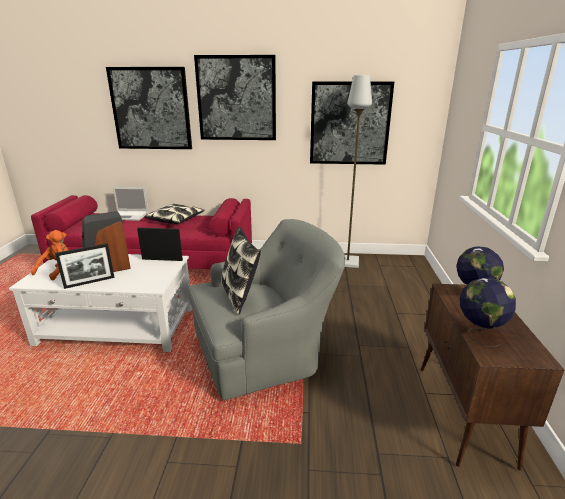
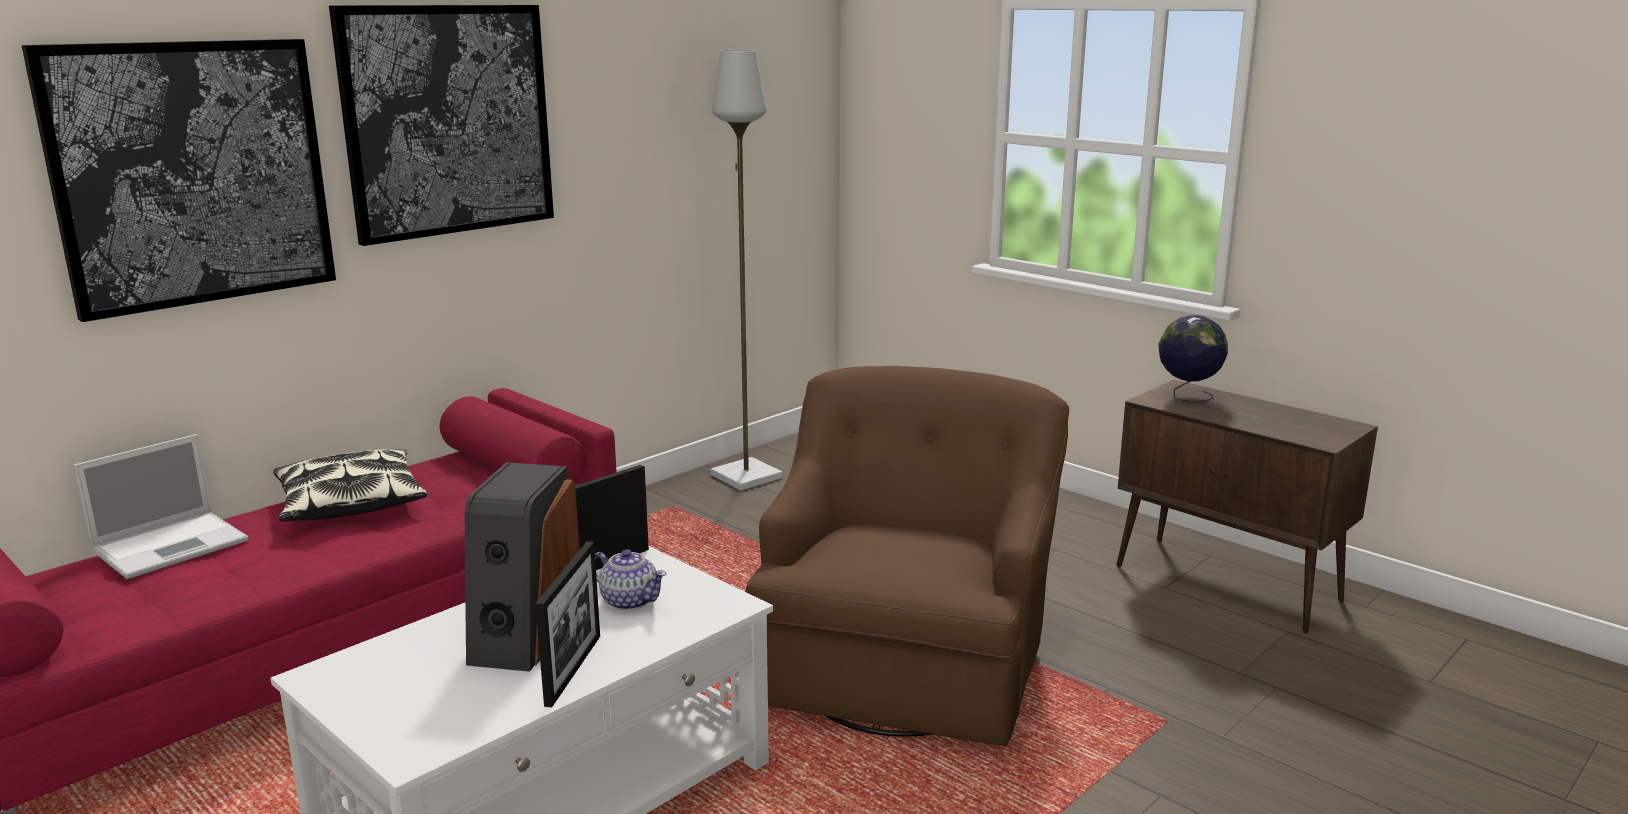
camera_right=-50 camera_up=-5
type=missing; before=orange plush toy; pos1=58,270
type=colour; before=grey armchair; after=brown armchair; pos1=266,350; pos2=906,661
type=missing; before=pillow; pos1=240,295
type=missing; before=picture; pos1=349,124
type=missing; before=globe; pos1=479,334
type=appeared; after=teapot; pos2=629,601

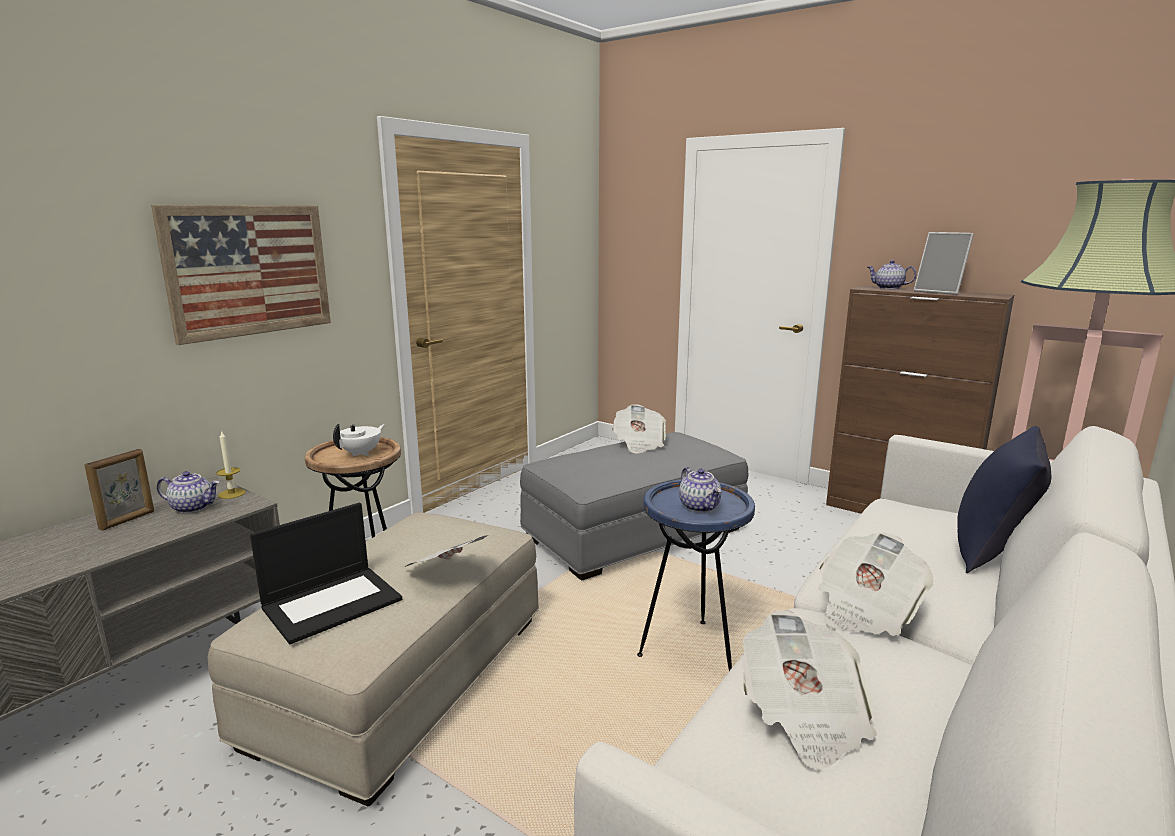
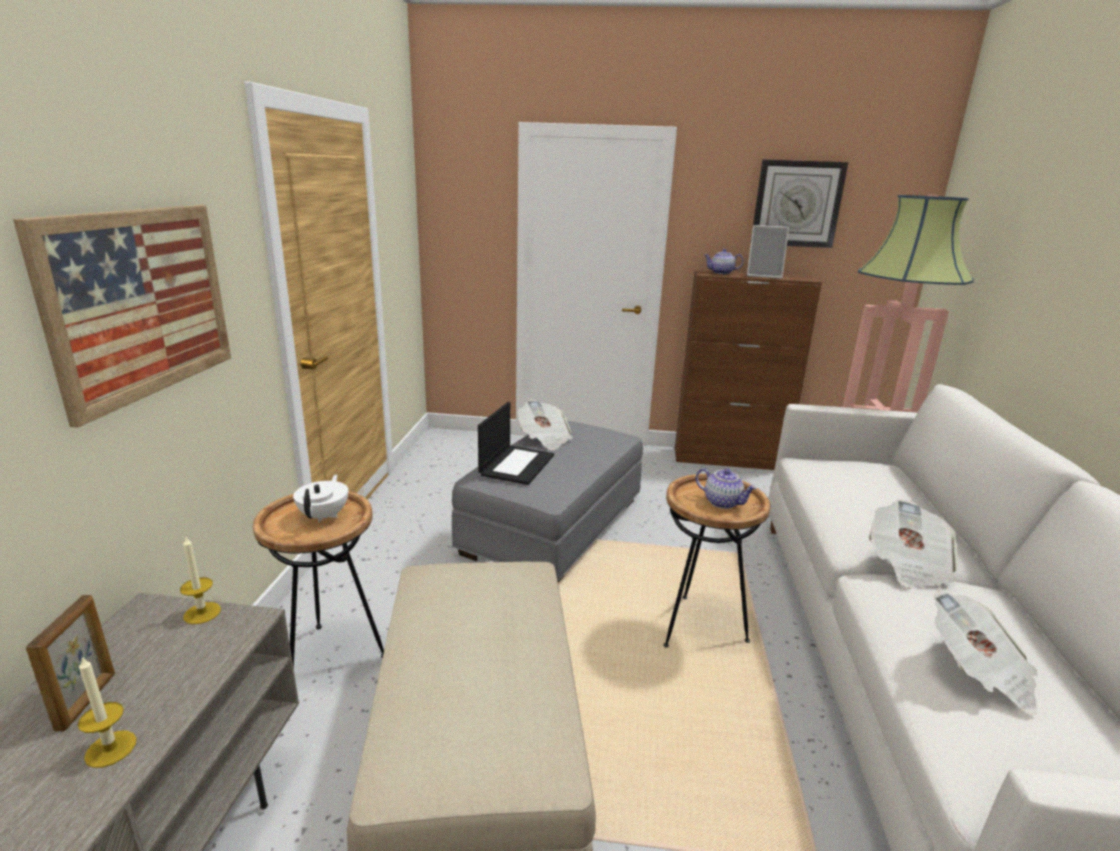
camera_right=-30 camera_up=5
type=missing; before=teapot; pos1=193,507
type=relocated; before=laptop; pos1=333,602; pos2=516,464
type=missing; before=newspaper; pos1=446,572
type=colour; before=blue side table; after=brown side table; pos1=691,652; pos2=699,628
type=missing; before=blue pillow; pos1=991,551
type=appeared; after=candle; pos2=111,749
type=appeared; after=wall clock; pos2=797,204

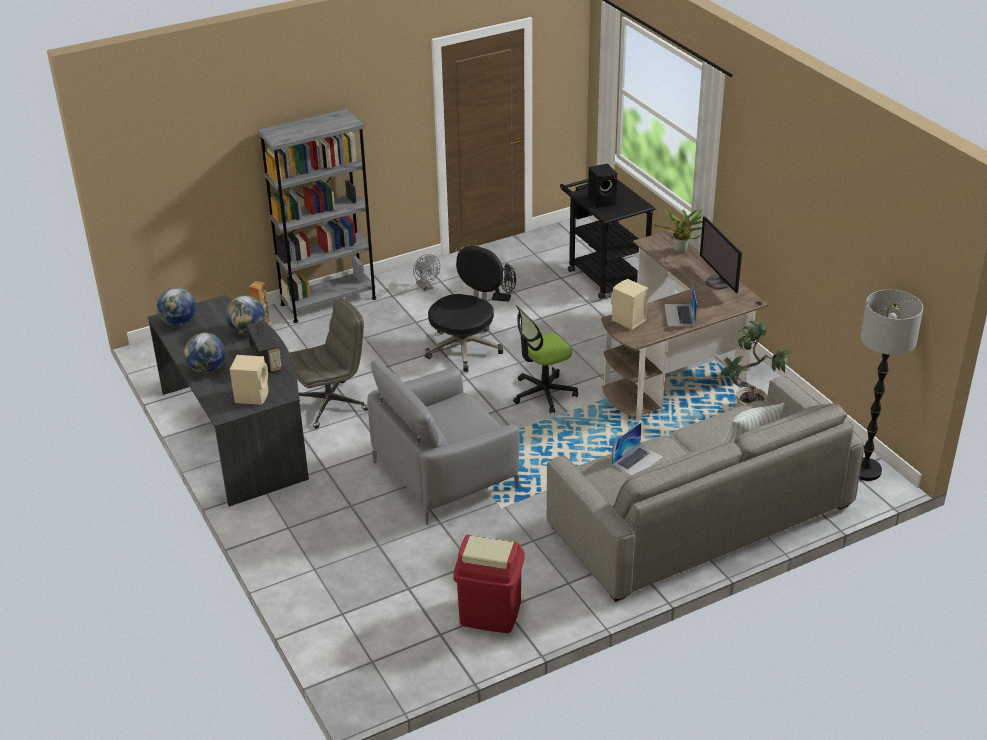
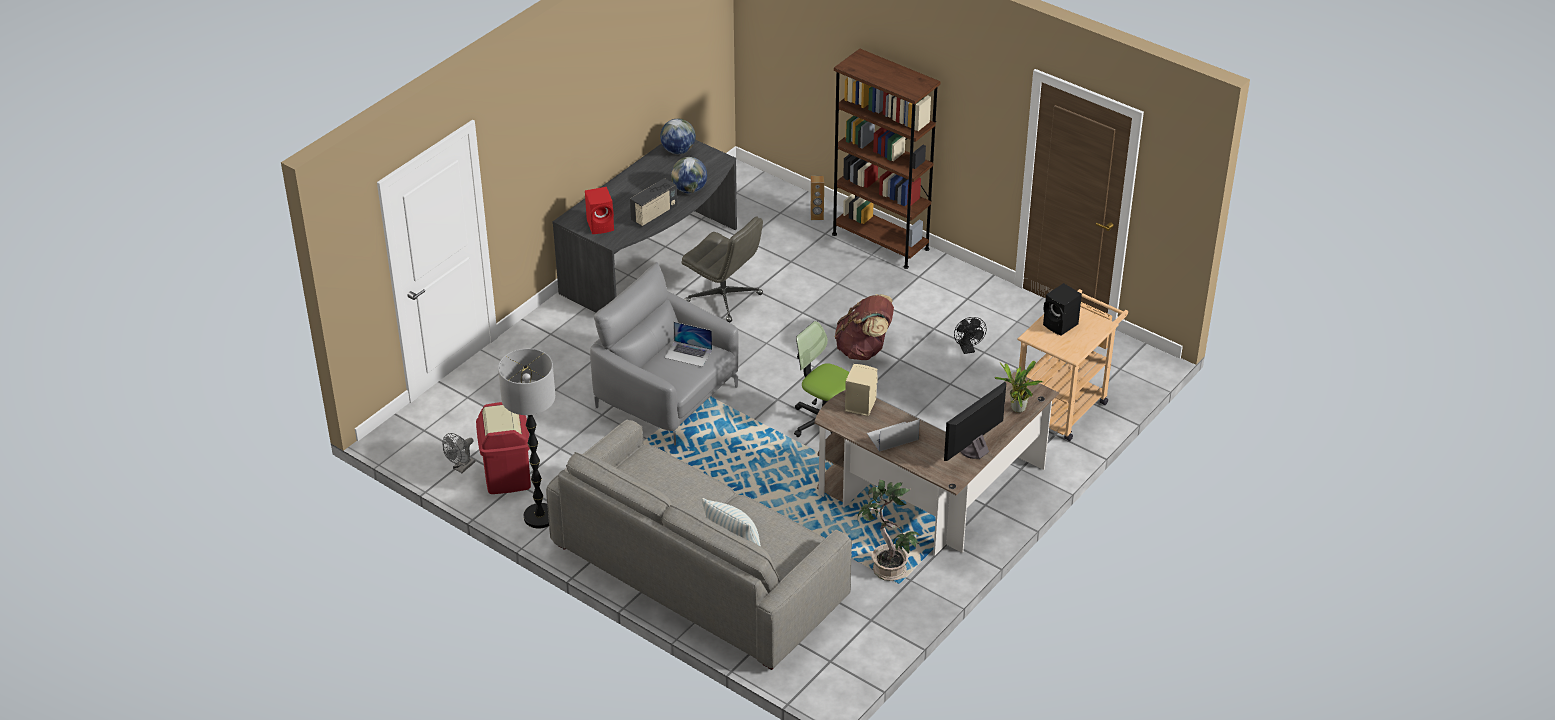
camera_right=65 camera_up=5
type=missing; before=globe; pos1=207,369
type=colour; before=beige speaker; after=red speaker; pos1=252,396; pos2=601,225
type=colour; before=grey bookcase; after=brown bookcase; pos1=328,301; pos2=880,241
type=relocated; before=grey fan; pos1=426,287; pos2=462,468
type=exchanged; before=black office chair; after=brown backpack; pos1=465,348; pos2=864,350
type=colour; before=black cart; after=beige cart; pos1=603,274; pos2=1065,404
type=relocated; before=laptop; pos1=637,460; pos2=688,353
type=relocated; before=floor lamp; pos1=865,470; pos2=539,517

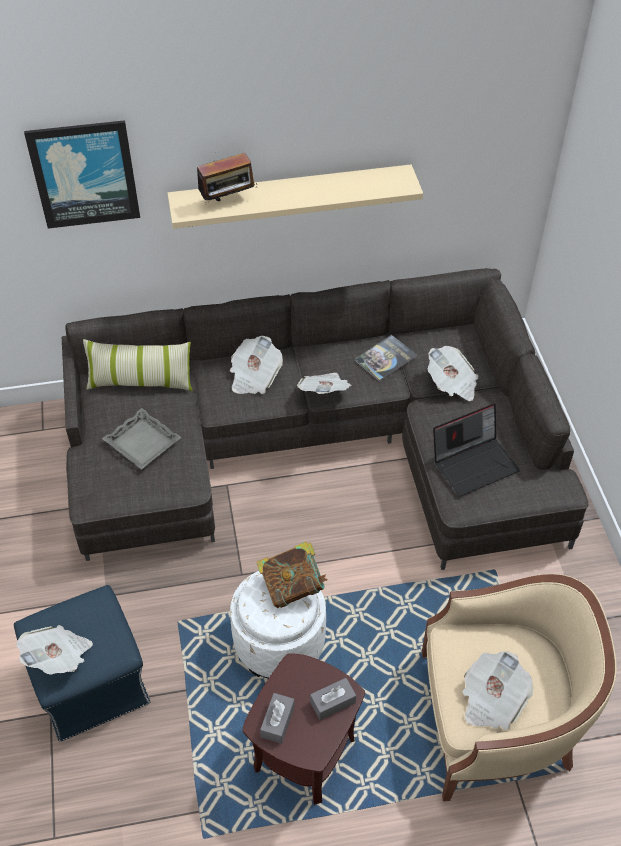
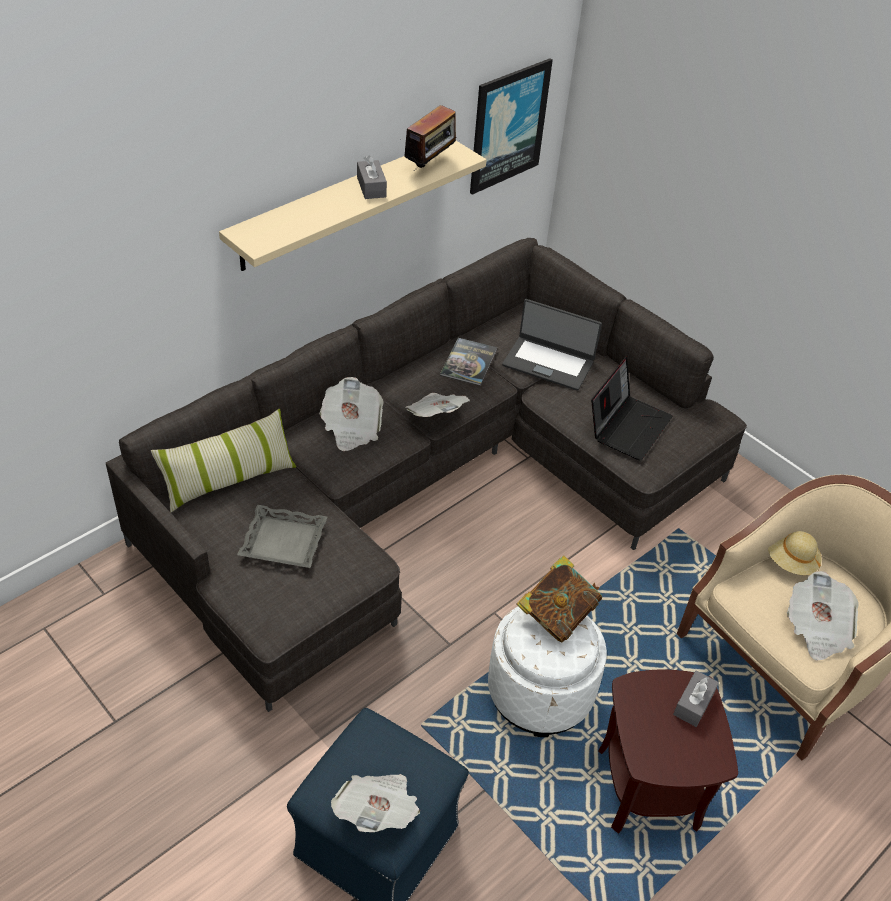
camera_right=-35 camera_up=-5
type=relocated; before=picture; pos1=84,174; pos2=508,126
type=relocated; before=radio; pos1=228,201; pos2=430,165
type=relocated; before=grey tissue box; pos1=277,721; pos2=371,187
type=exchanged; before=newspaper; after=laptop; pos1=452,384; pos2=548,363
type=appeared; after=beige hat; pos2=790,561

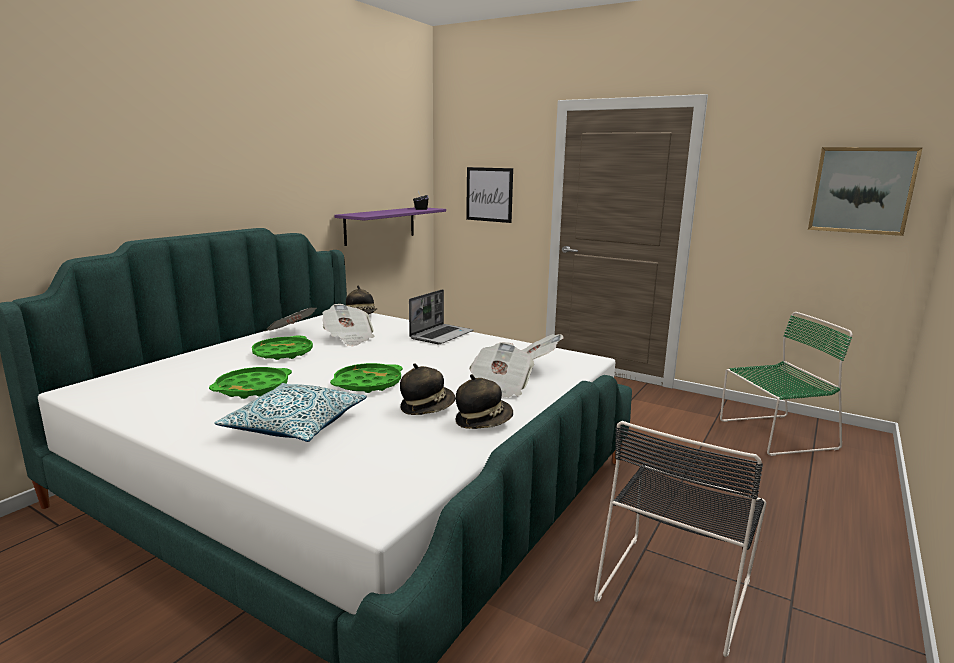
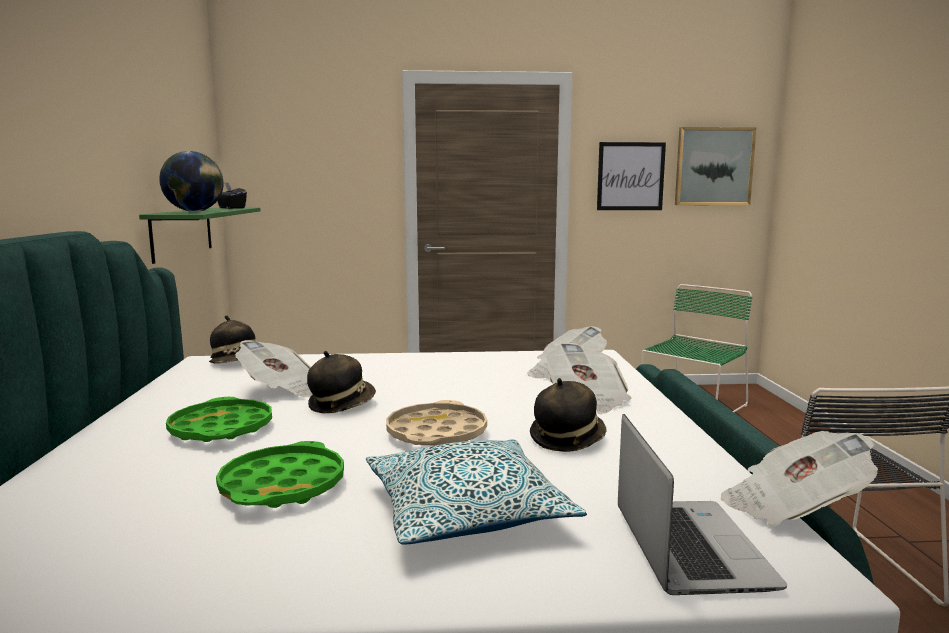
camera_right=-35 camera_up=-5
type=relocated; before=newspaper; pos1=291,333; pos2=792,508
type=colour; before=green tray; after=beige tray; pos1=367,383; pos2=436,433
type=colour; before=purple shelf; after=green shelf; pos1=380,225; pos2=182,232
type=relocated; before=laptop; pos1=441,335; pos2=687,547
type=relocated; before=hat; pos1=483,421; pos2=341,404
type=relocated; before=picture; pos1=489,194; pos2=630,176
type=appeared; after=globe; pos2=194,211

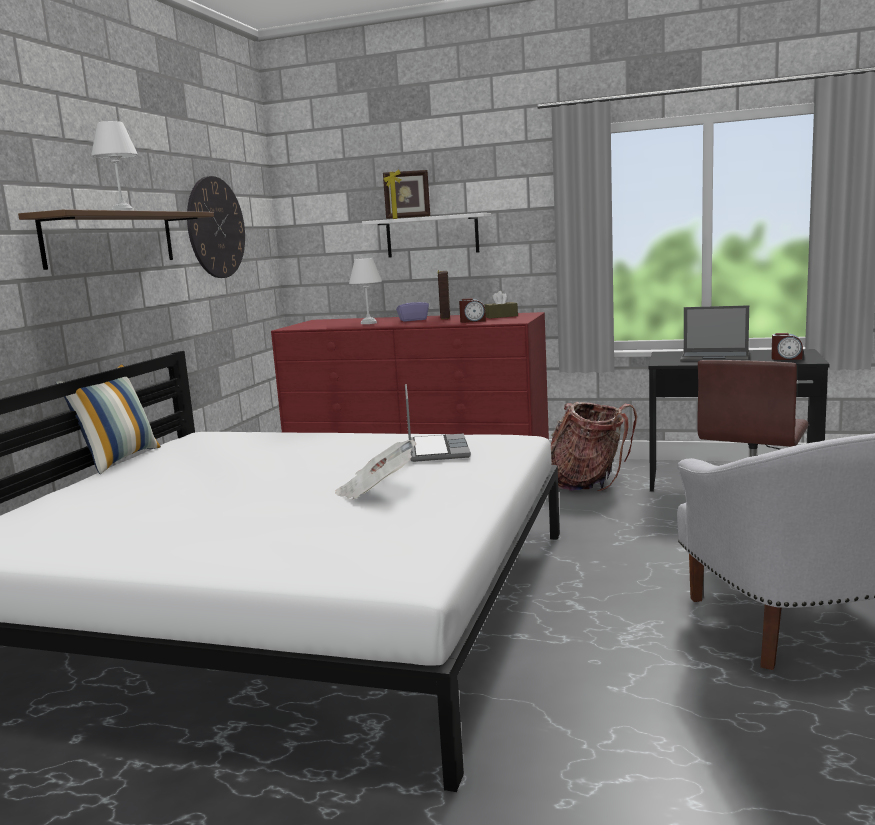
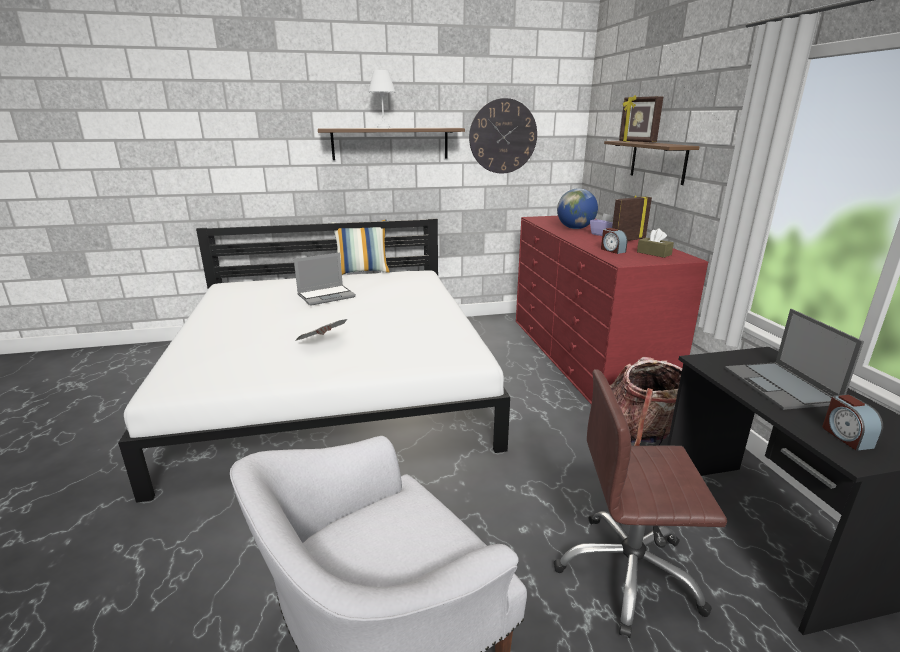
camera_right=60 camera_up=10
type=exchanged; before=white table lamp; after=globe; pos1=369,323; pos2=575,228
type=colour; before=white shelf; after=brown shelf; pos1=432,236; pos2=658,161
type=relocated; before=laptop; pos1=436,449; pos2=327,296

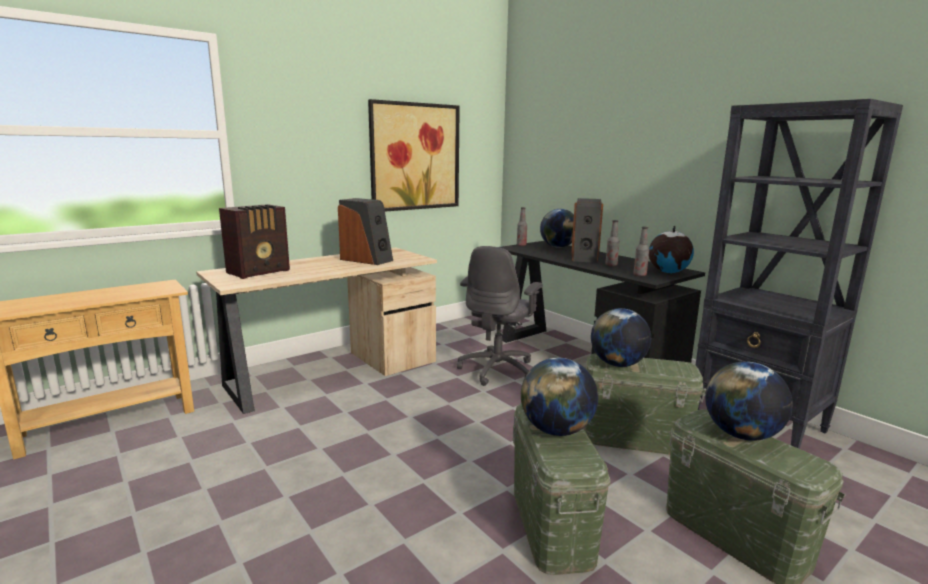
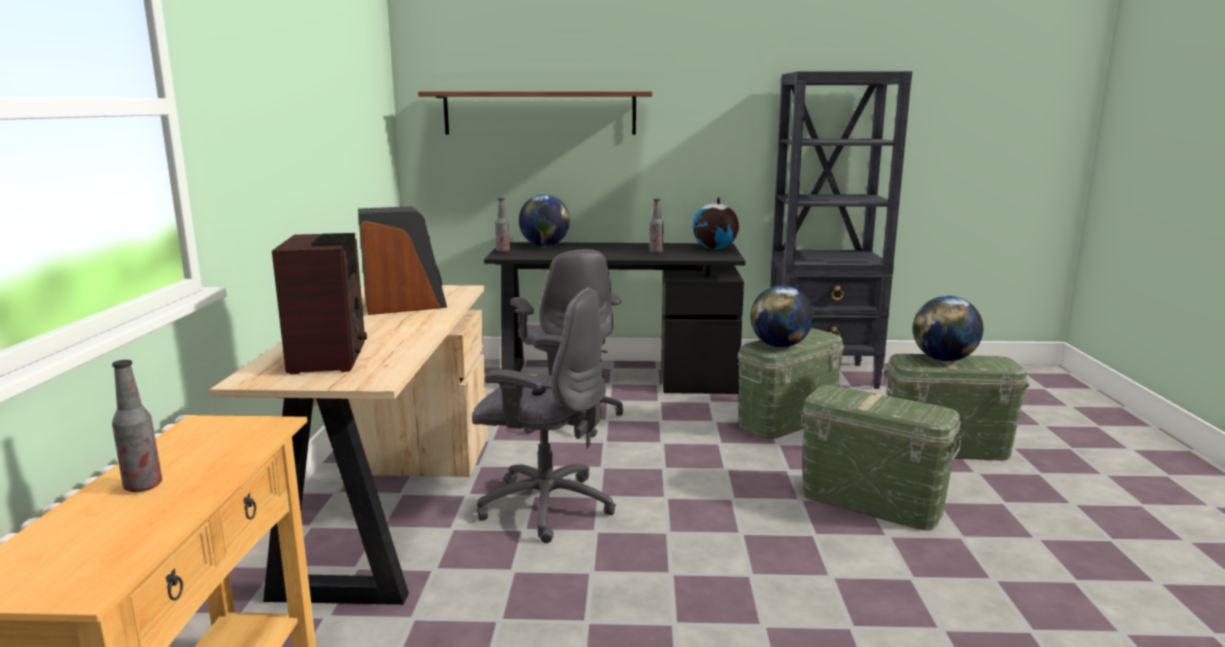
camera_right=-50 camera_up=0
type=missing; before=picture; pos1=415,157
type=missing; before=globe; pos1=556,430
type=missing; before=speaker; pos1=585,257
type=relocated; before=bottle; pos1=639,275; pos2=143,486
type=appeared; after=shelf; pos2=539,113
type=appeared; after=grey office chair; pos2=545,506

